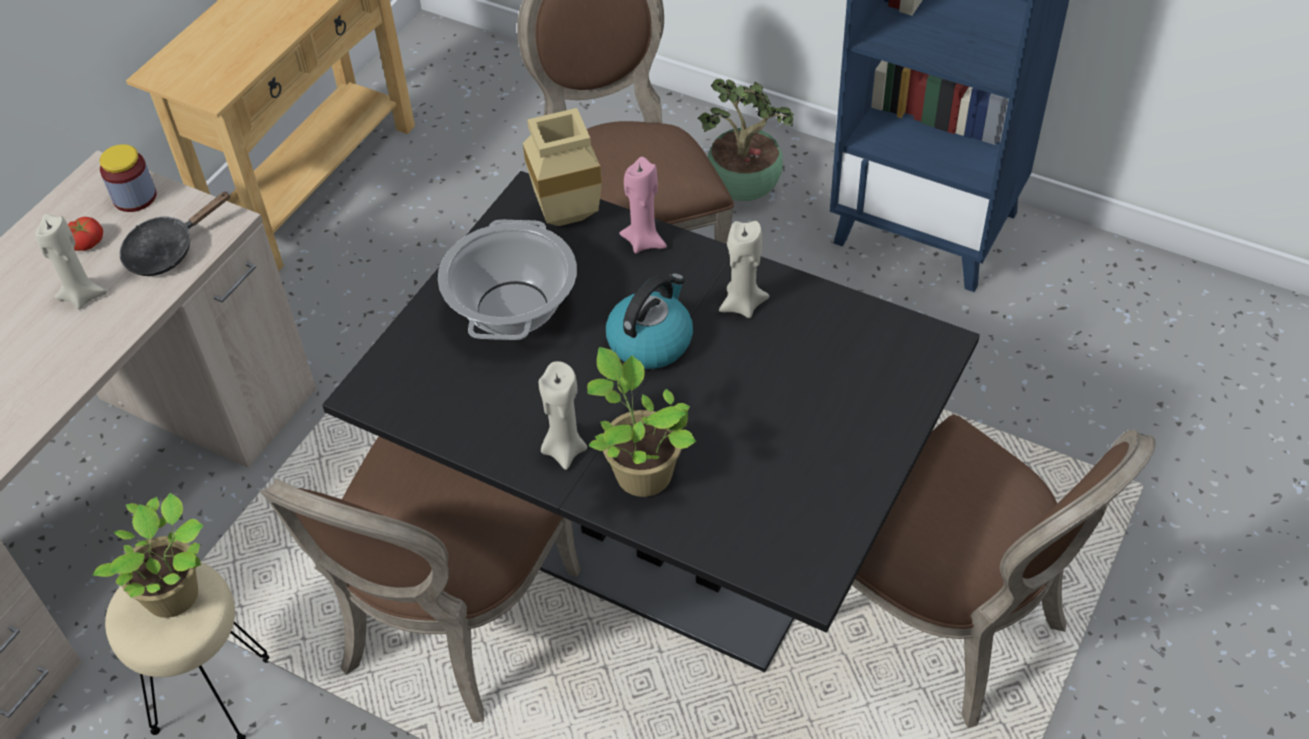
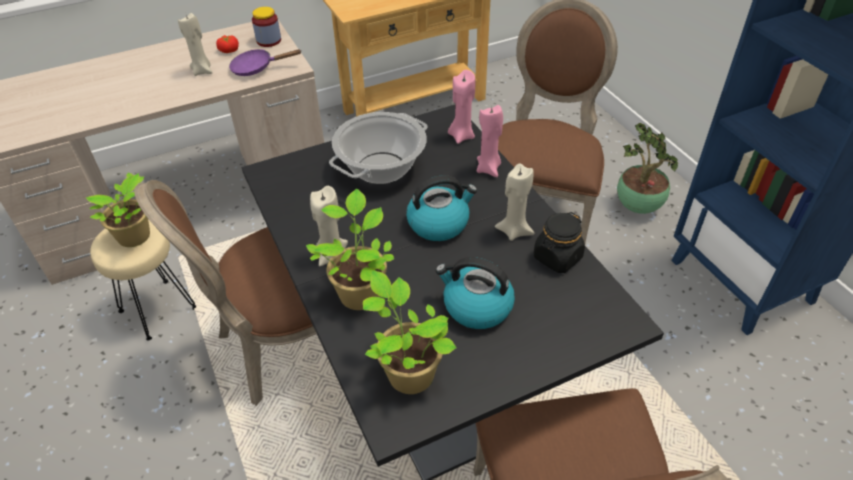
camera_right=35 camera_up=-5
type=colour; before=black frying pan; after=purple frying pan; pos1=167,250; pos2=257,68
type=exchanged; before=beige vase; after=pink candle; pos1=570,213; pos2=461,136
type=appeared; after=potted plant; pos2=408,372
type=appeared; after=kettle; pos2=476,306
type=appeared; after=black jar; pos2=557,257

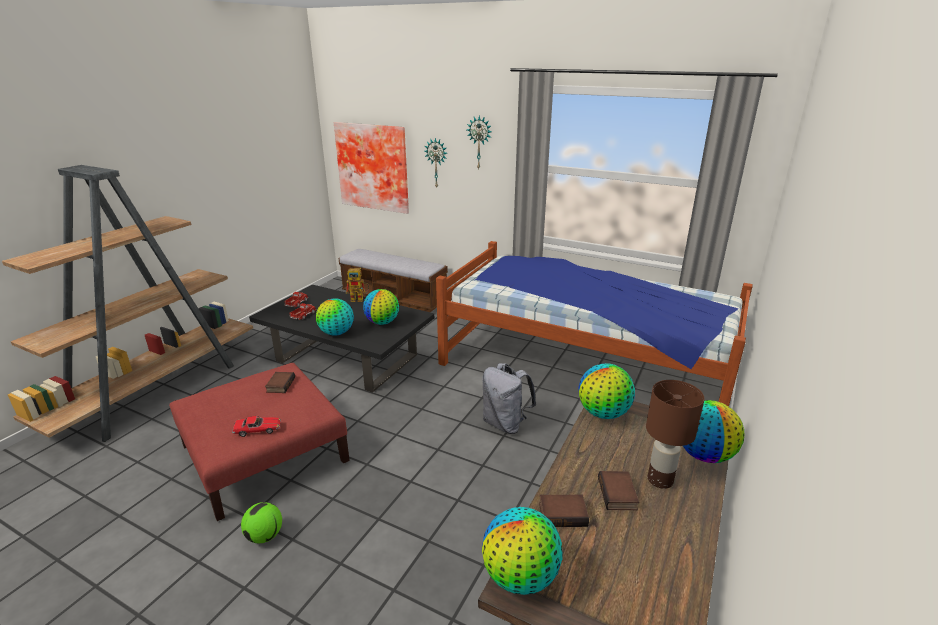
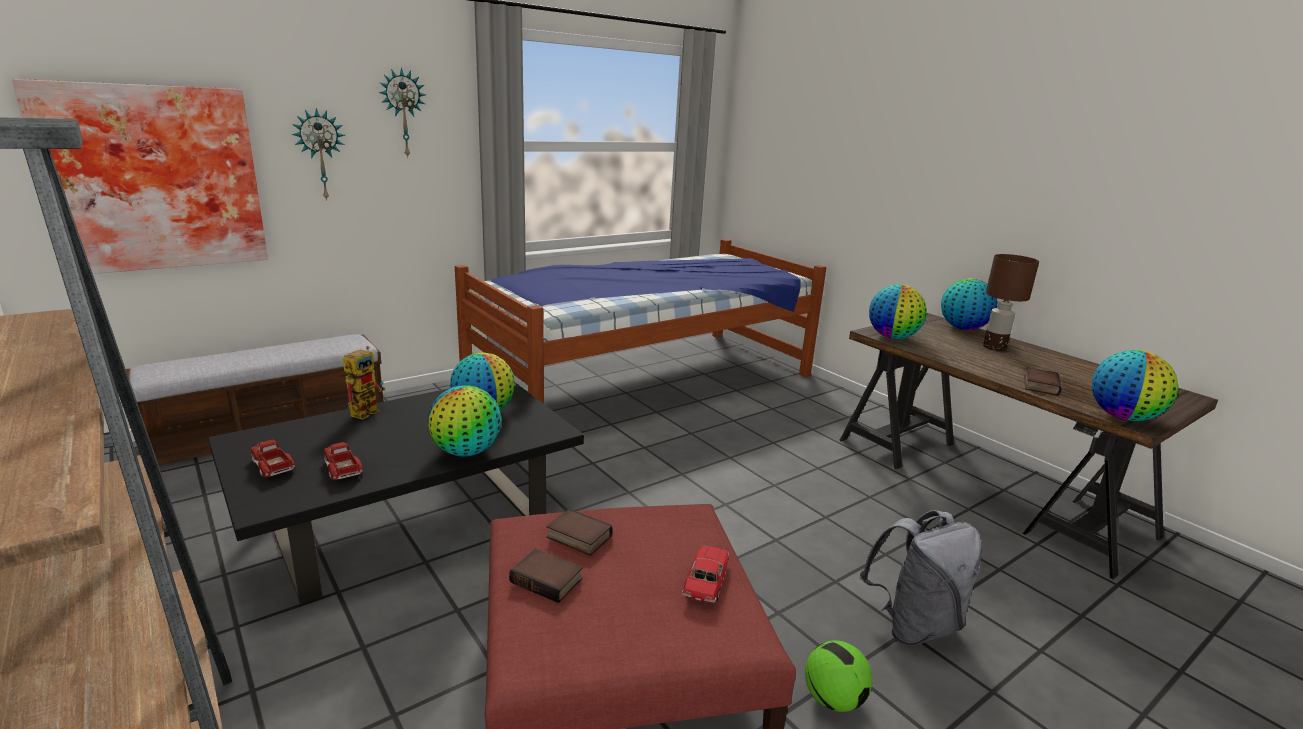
camera_right=-65 camera_up=-5
type=relocated; before=grey backpack; pos1=505,424; pos2=913,625
type=relocated; before=book; pos1=618,494; pos2=548,580

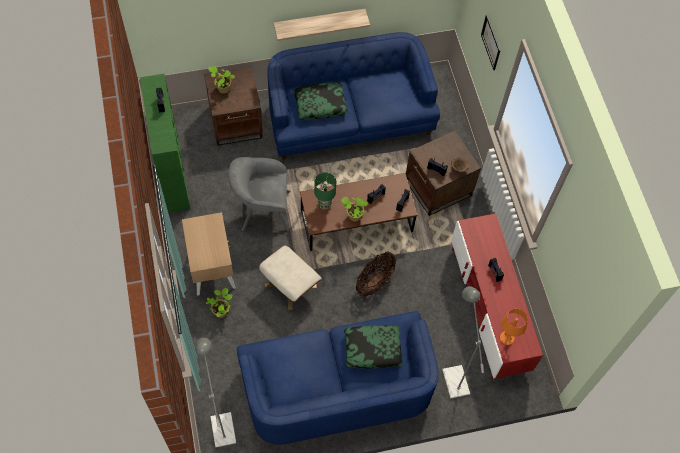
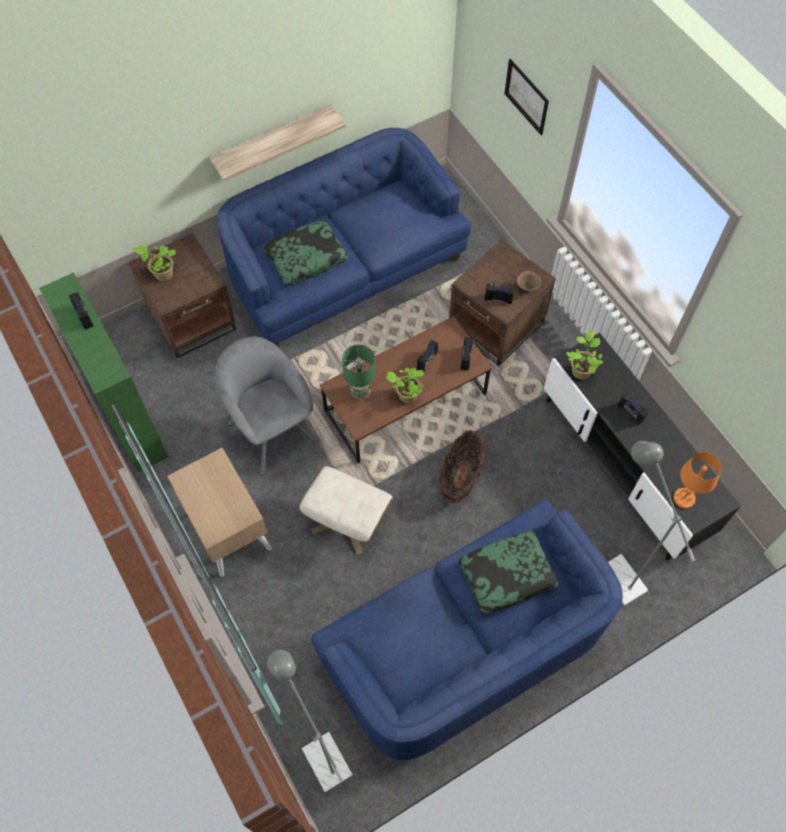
camera_right=-15 camera_up=0
type=relocated; before=potted plant; pos1=221,311; pos2=581,370
type=spun; before=grey armchair; pos1=262,210; pos2=271,428; turn=75
type=colour; before=red tv stand; after=black tv stand; pos1=487,308; pos2=624,465

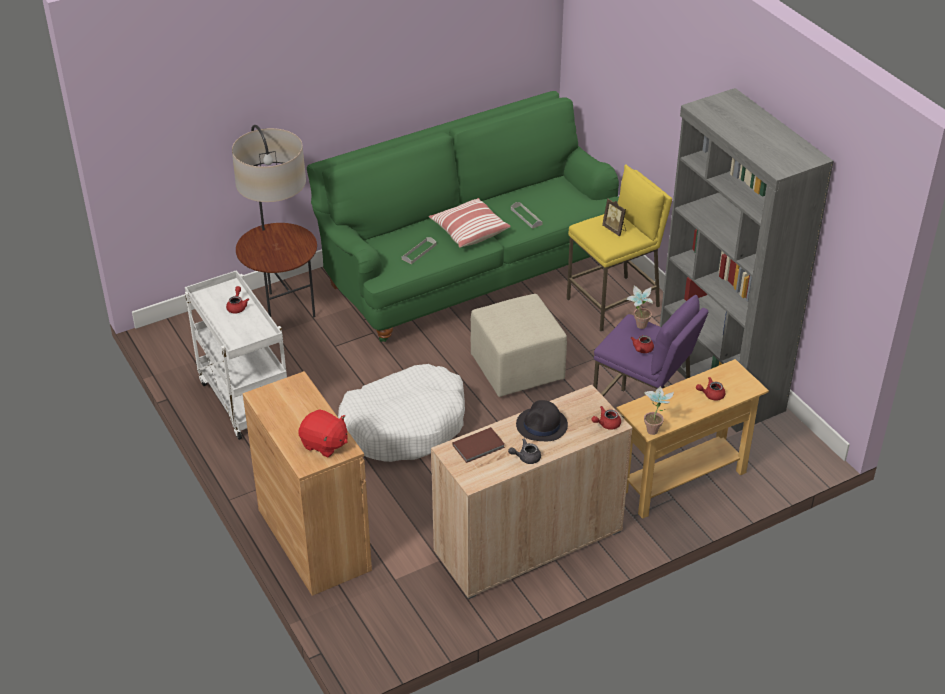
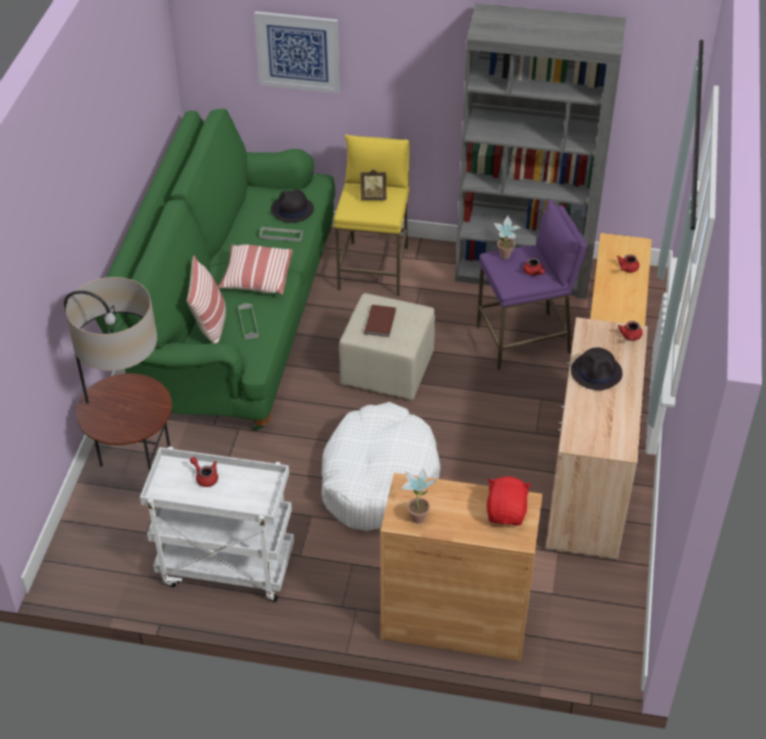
camera_right=-50 camera_up=5
type=spun; before=red plush toy; pos1=324,444; pos2=506,512; turn=-60
type=relocated; before=brown book; pos1=479,447; pos2=381,322
type=missing; before=grey teapot; pos1=526,457
type=relocated; before=potted plant; pos1=655,429; pos2=417,515
type=appeared; after=pillow; pos2=210,324
type=appeared; after=picture; pos2=298,51
type=appeared; after=black hat; pos2=292,210

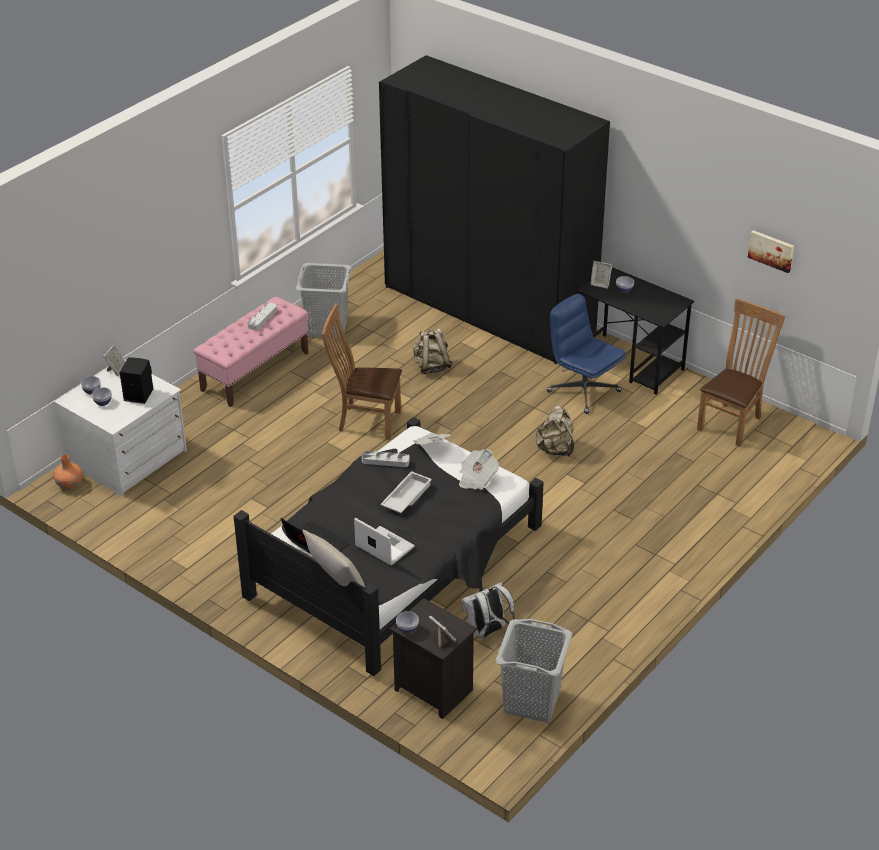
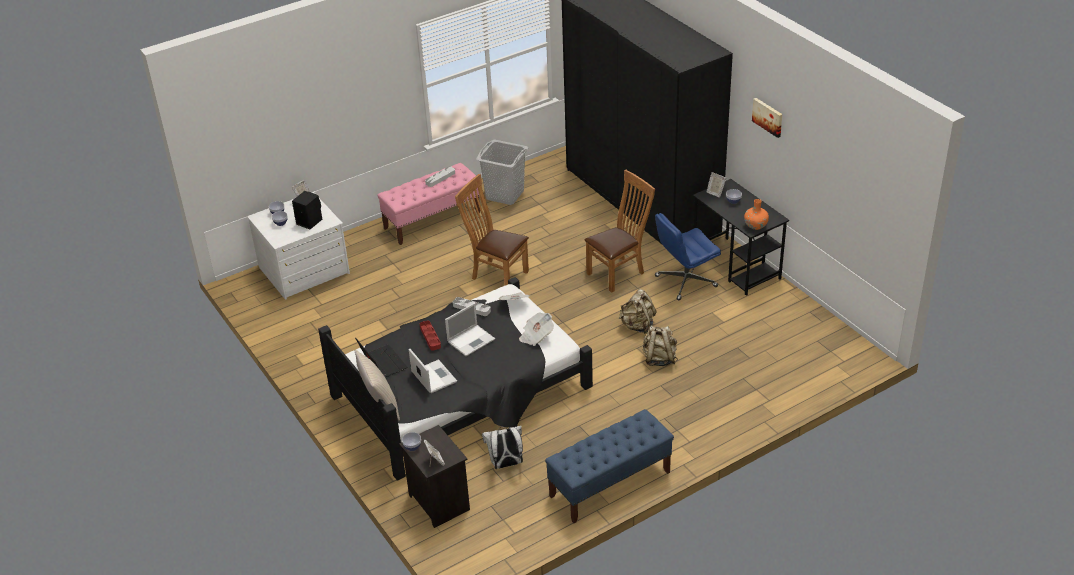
camera_right=20 camera_up=0
type=relocated; before=orange vase; pos1=70,484; pos2=755,226
type=exchanged; before=white tray; after=laptop; pos1=406,497; pos2=471,340
type=relocated; before=beige backpack; pos1=431,367; pos2=659,359
type=missing; before=grey laundry basket; pos1=531,701
type=spun; before=blue office chair; pos1=583,391; pos2=685,282; turn=-90
type=relocated; before=brown chair; pos1=732,422; pos2=619,272
type=relocated; before=picture; pos1=771,250; pos2=768,117
type=appeared; after=red tray; pos2=430,337
type=appeared; after=blue bench; pos2=609,484

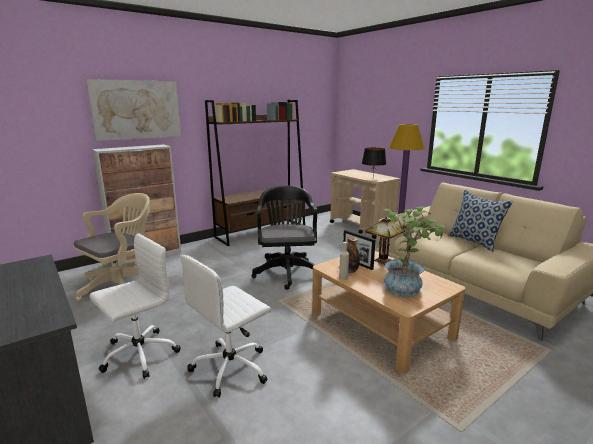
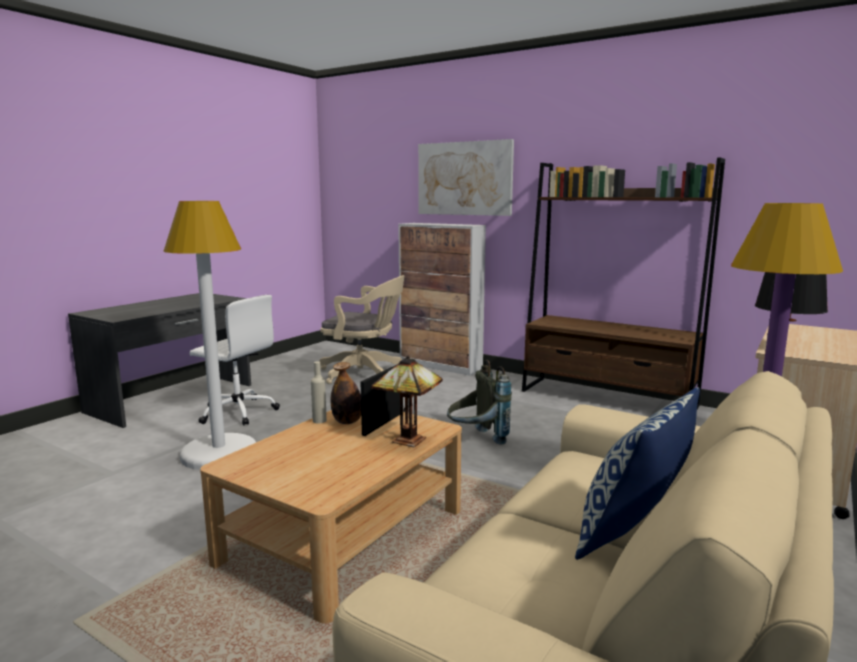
camera_right=70 camera_up=-5
type=exchanged; before=white office chair; after=white floor lamp; pos1=231,367; pos2=219,453
type=exchanged; before=black office chair; after=grey backpack; pos1=287,271; pos2=476,440
type=missing; before=potted plant; pos1=407,287

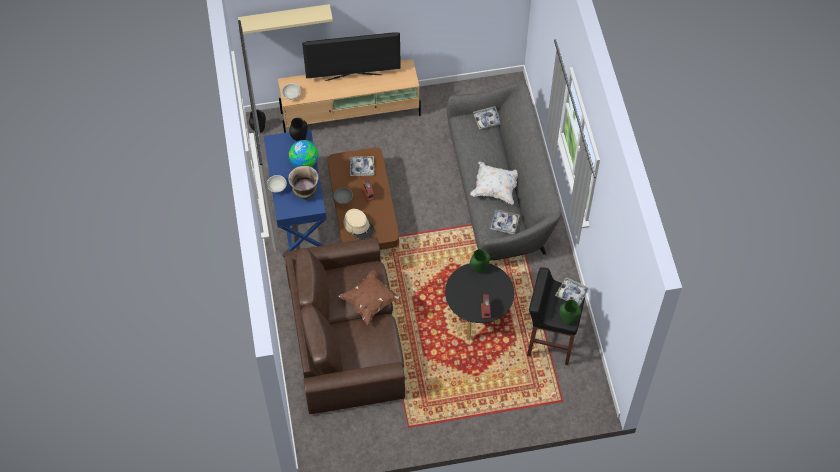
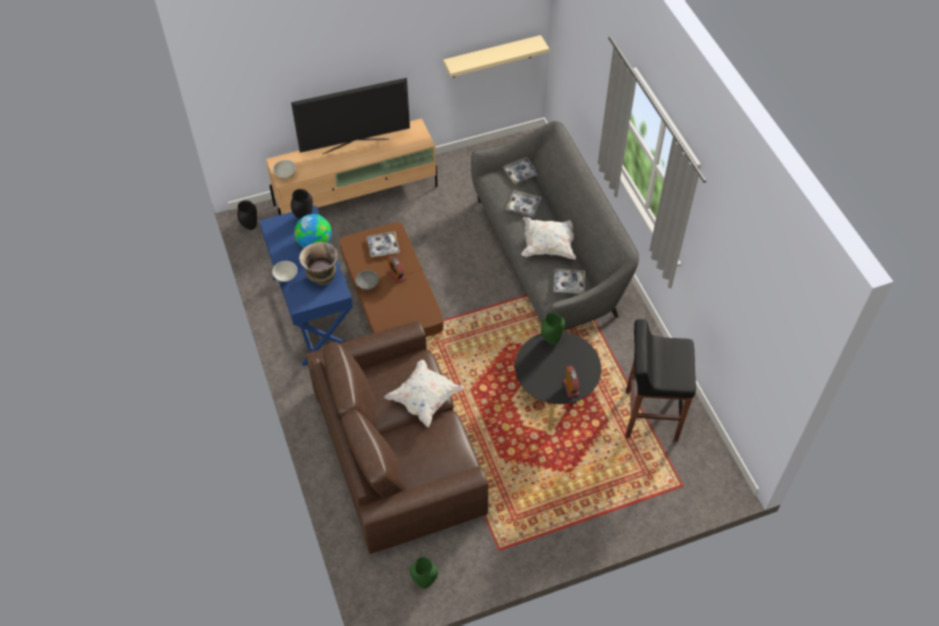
camera_right=-10 camera_up=-5
type=relocated; before=beige shelf; pos1=284,17; pos2=492,57
type=colour; before=brown pillow; after=white pillow; pos1=370,301; pos2=424,399
type=missing; before=beige hat; pos1=359,226
type=relocated; before=tray; pos1=572,293; pos2=523,206
type=relocated; before=green vase; pos1=568,320; pos2=424,581

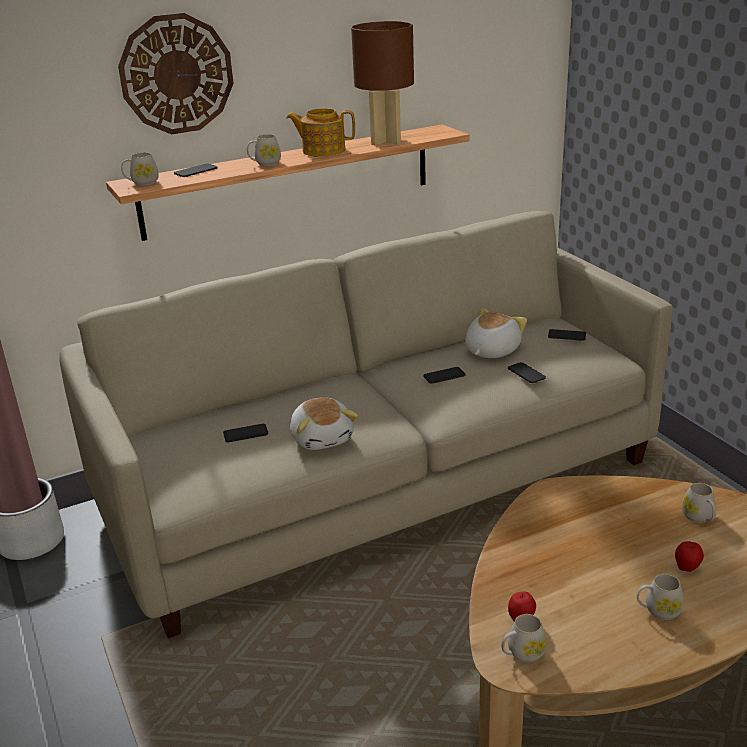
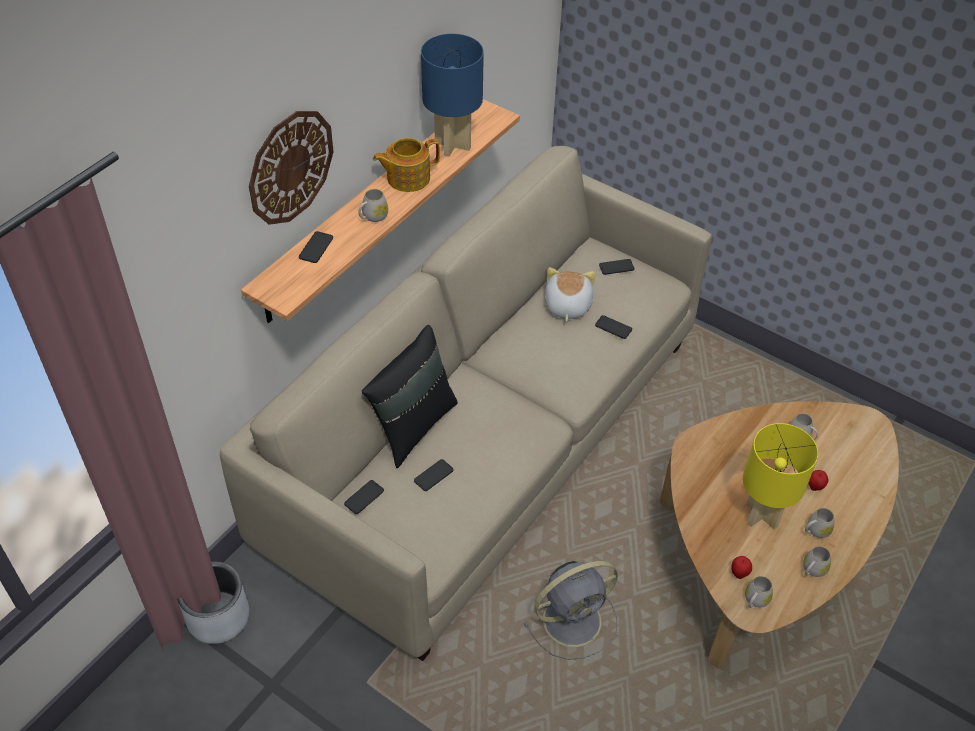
camera_right=-30 camera_up=20
type=relocated; before=white mug; pos1=142,183; pos2=812,570
type=missing; before=plush toy; pos1=323,438
type=colour; before=brown table lamp; after=blue table lamp; pos1=385,141; pos2=452,146
type=relocated; before=phone; pos1=444,376; pos2=364,497
type=appeared; after=black pillow; pos2=413,426
type=appeared; after=grey fan; pos2=574,619
type=appeared; after=yellow table lamp; pos2=762,515

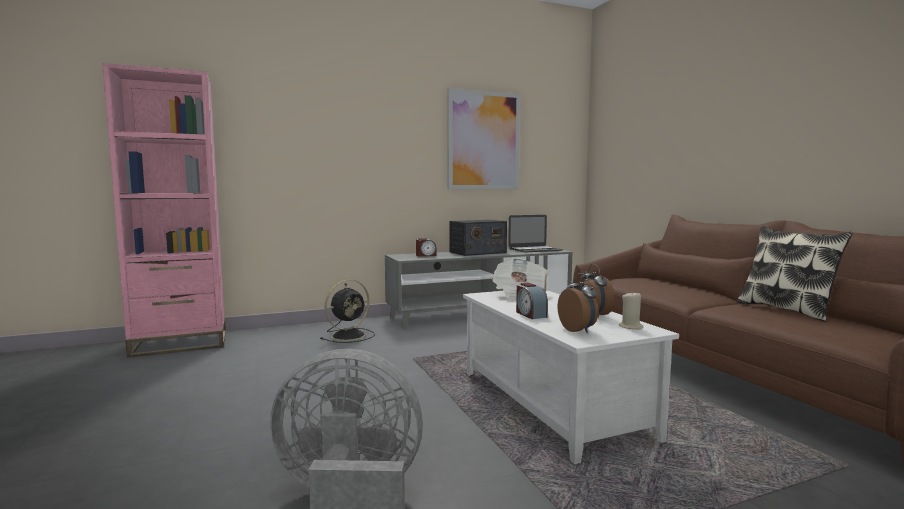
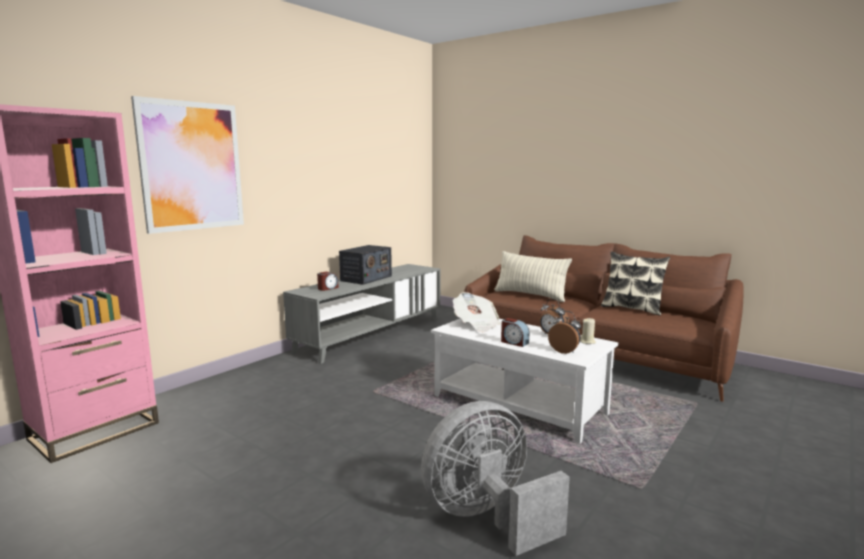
camera_right=-30 camera_up=5
type=missing; before=black fan; pos1=350,335
type=relocated; before=picture; pos1=483,141; pos2=191,166
type=missing; before=laptop; pos1=535,249
type=appeared; after=pillow; pos2=530,295

